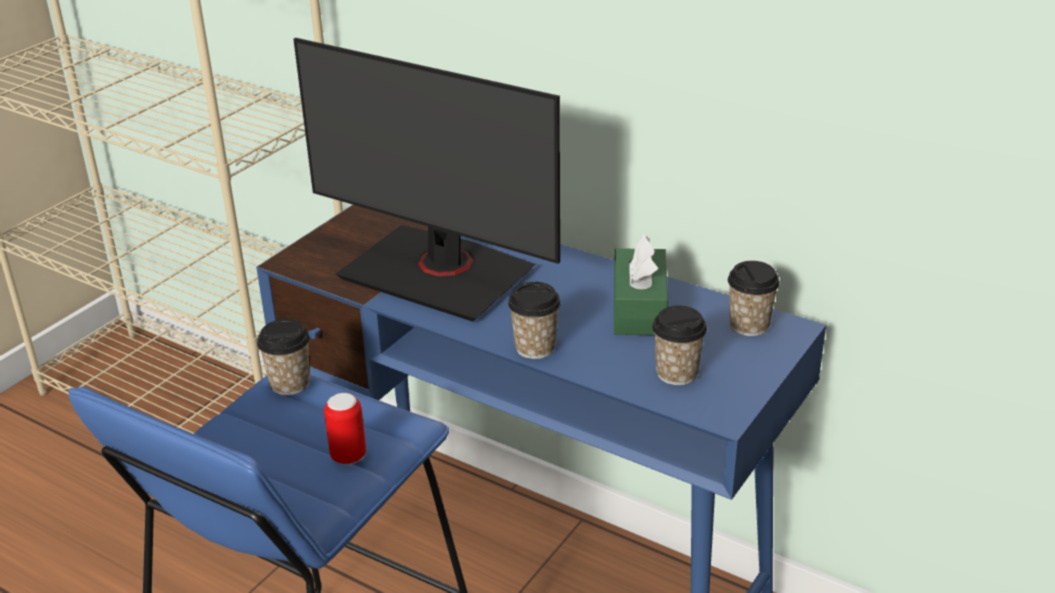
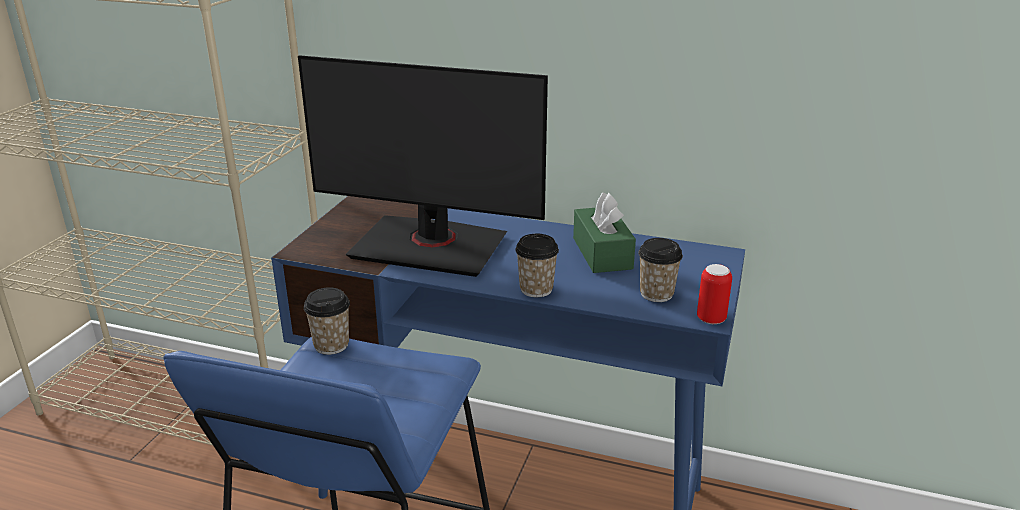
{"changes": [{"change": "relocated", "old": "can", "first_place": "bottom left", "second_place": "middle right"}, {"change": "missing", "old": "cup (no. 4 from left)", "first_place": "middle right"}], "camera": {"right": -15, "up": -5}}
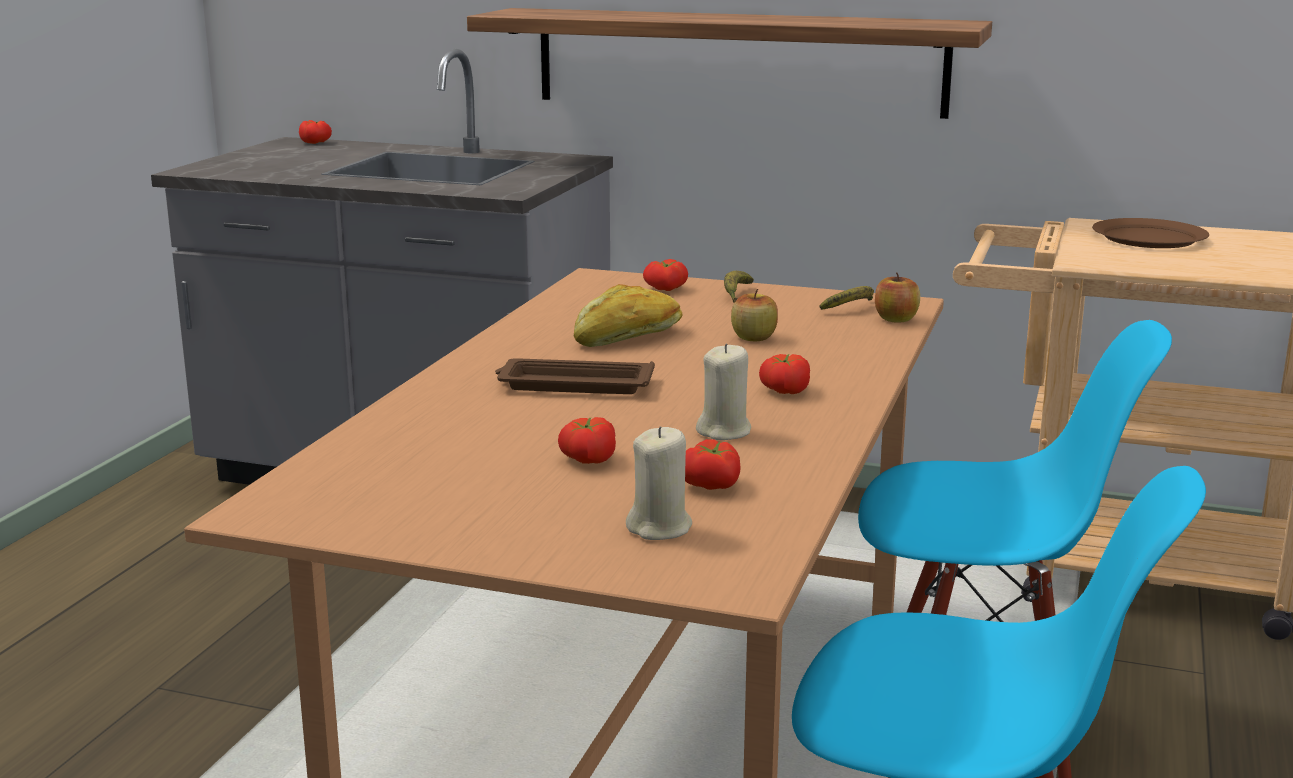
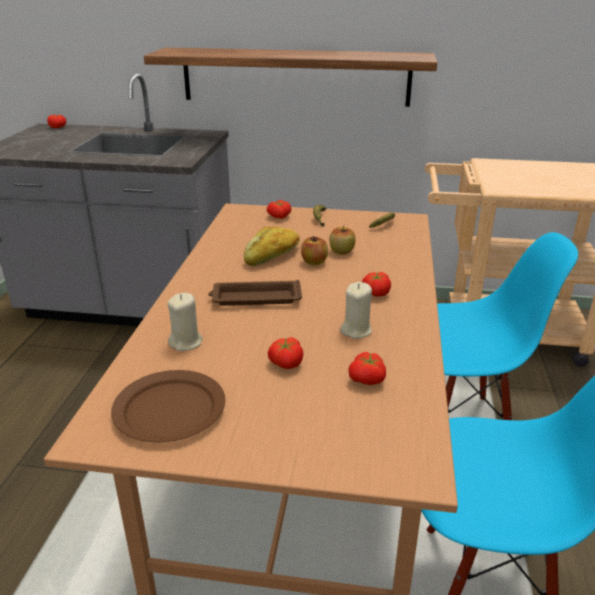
{"changes": [{"change": "relocated", "old": "candle (beige) (no. 1 from left)", "first_place": "centre", "second_place": "middle left"}, {"change": "relocated", "old": "apple (no. 2 from left in the first image)", "new": "apple (no. 1 from left)", "first_place": "middle right", "second_place": "centre"}, {"change": "relocated", "old": "plate (brown)", "first_place": "top right", "second_place": "bottom left"}], "camera": {"right": -10, "up": 10}}
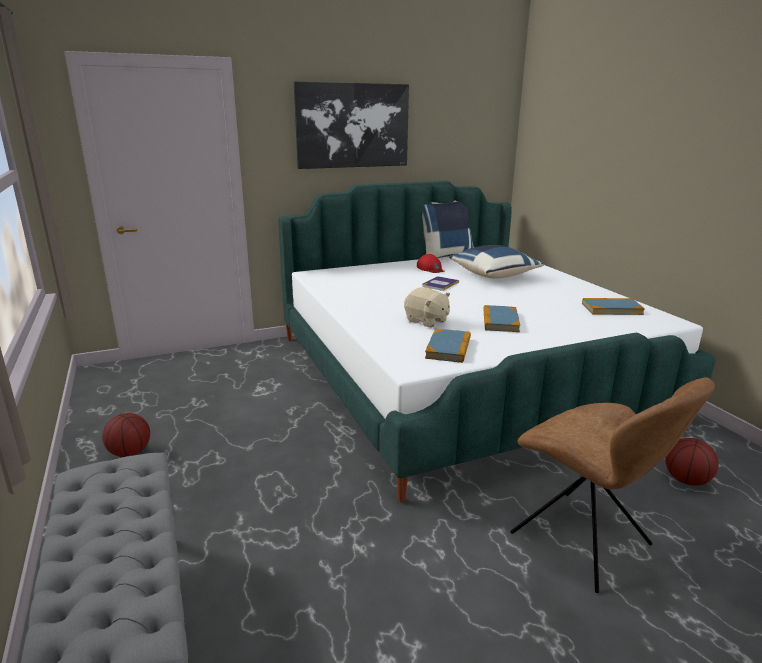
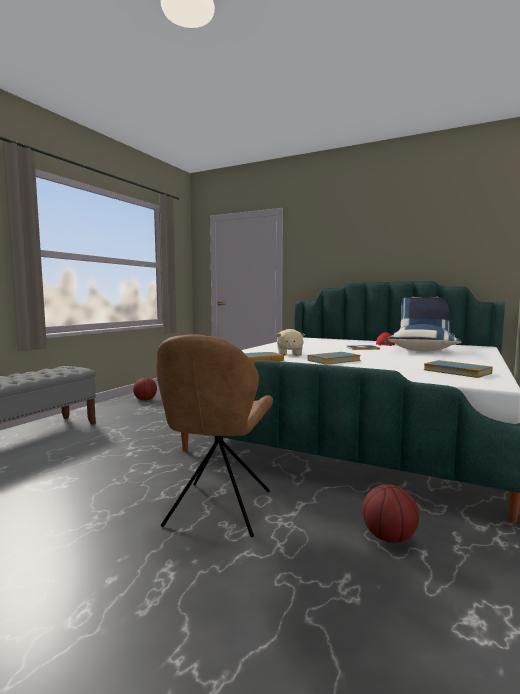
{"changes": [{"change": "missing", "old": "picture", "first_place": "top centre"}], "camera": {"right": 50, "up": -15}}
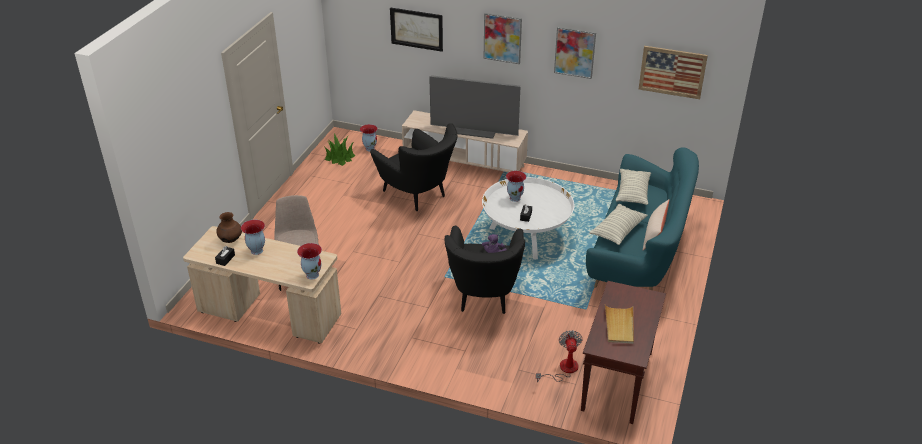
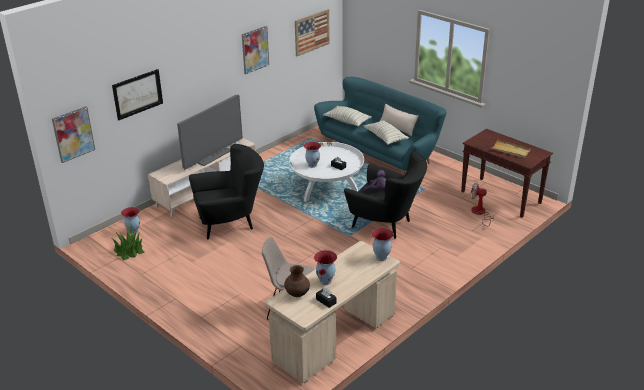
{"changes": [{"change": "relocated", "old": "picture (no. 2 from left in the first image)", "new": "picture (no. 1 from left)", "first_place": "top centre", "second_place": "middle left"}], "camera": {"right": -65, "up": -5}}
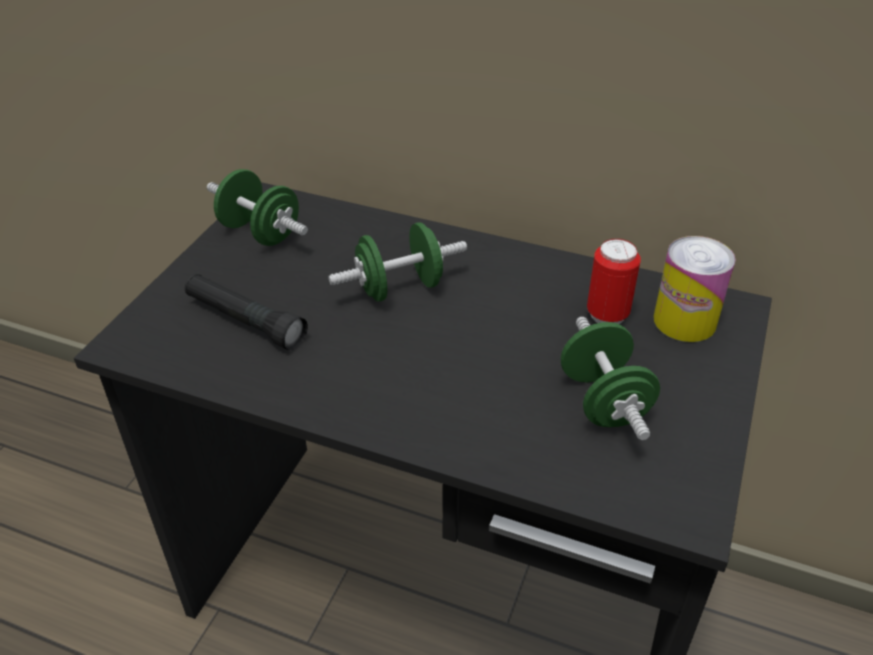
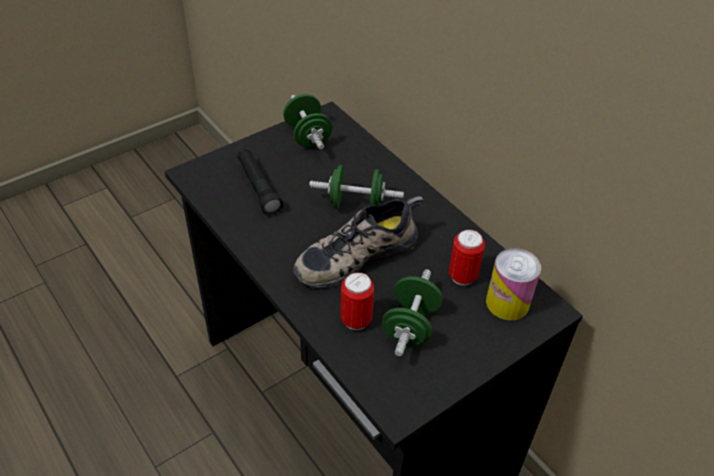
{"changes": [{"change": "appeared", "new": "shoe", "second_place": "centre"}, {"change": "appeared", "new": "can (no. 1 from left)", "second_place": "centre"}], "camera": {"right": 30, "up": 5}}
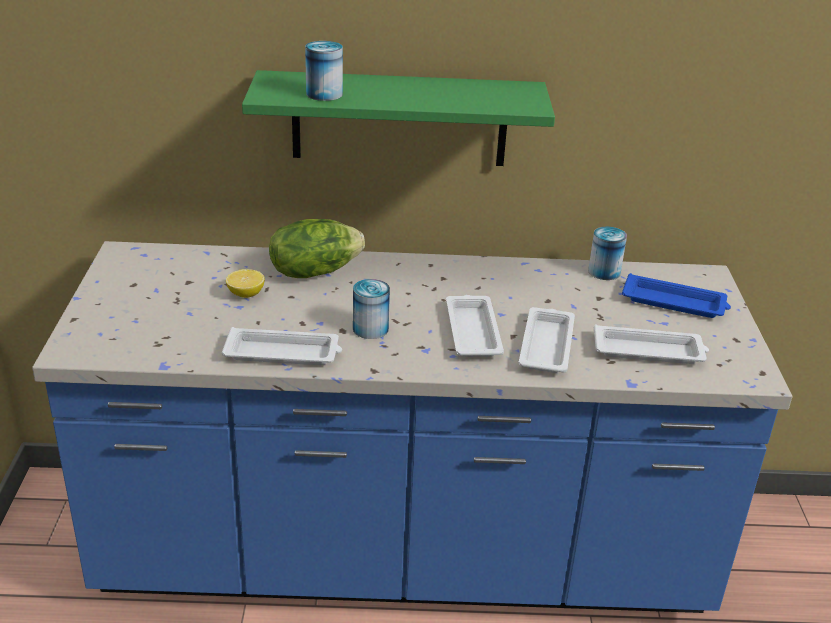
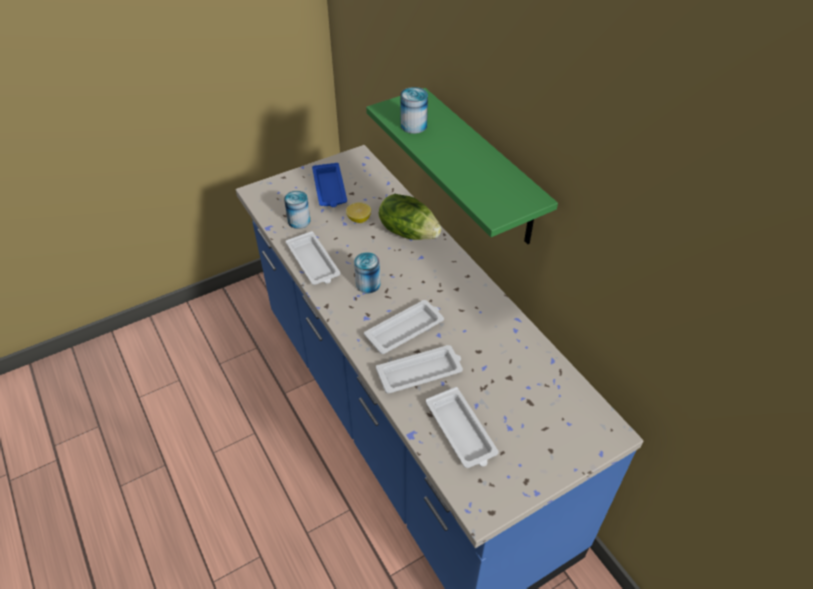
{"changes": [{"change": "relocated", "old": "can (no. 3 from left in the first image)", "new": "can (no. 1 from left)", "first_place": "middle right", "second_place": "centre"}, {"change": "relocated", "old": "tray (blue)", "first_place": "middle right", "second_place": "top centre"}], "camera": {"right": 60, "up": 15}}
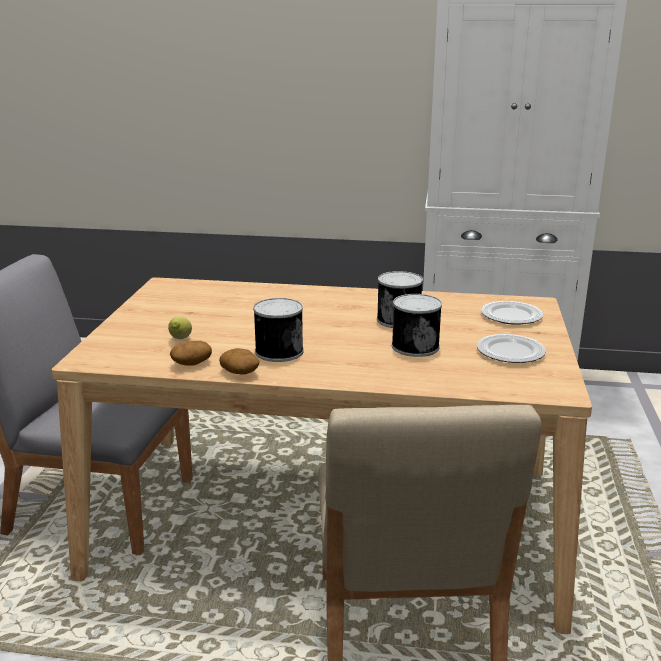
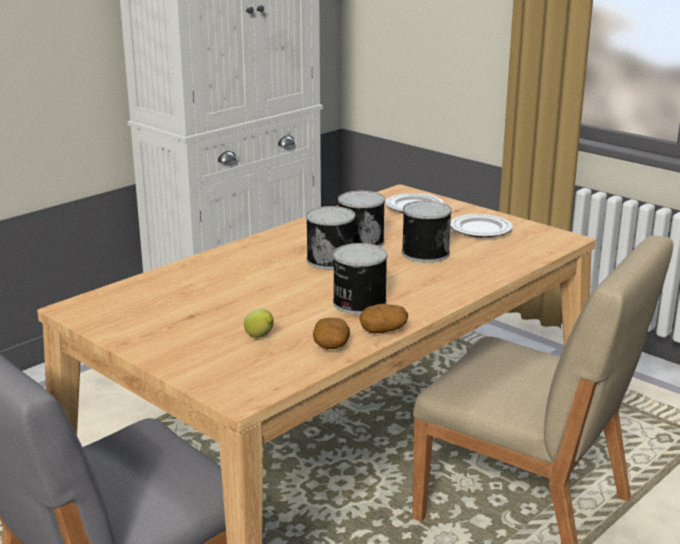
{"changes": [{"change": "appeared", "new": "can (no. 1 from left)", "second_place": "centre"}], "camera": {"right": -55, "up": 0}}
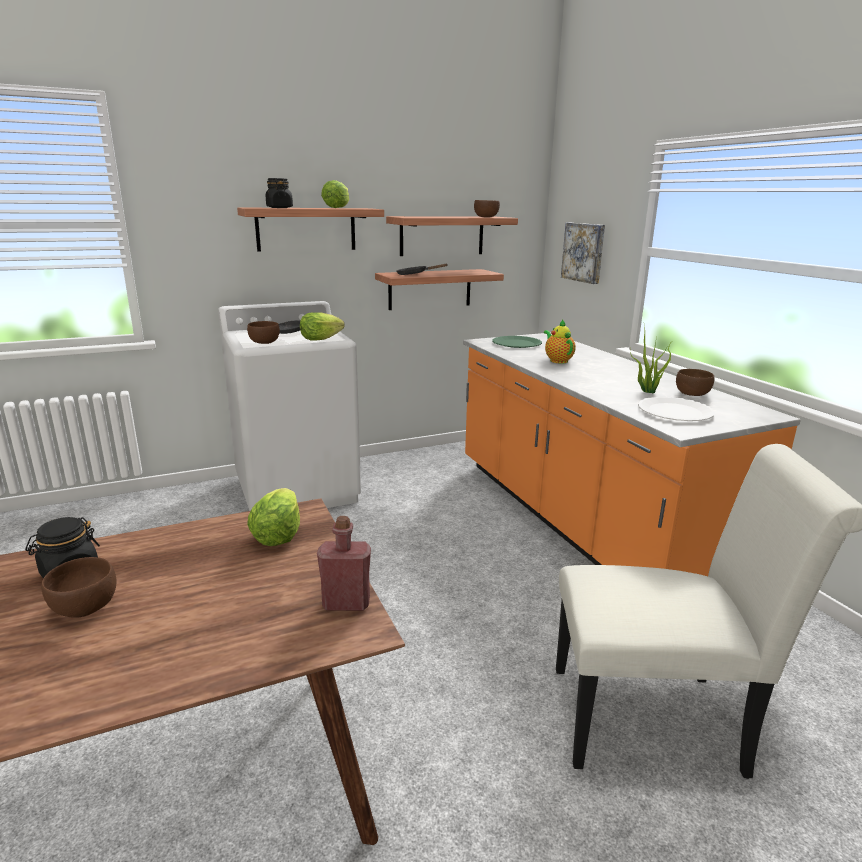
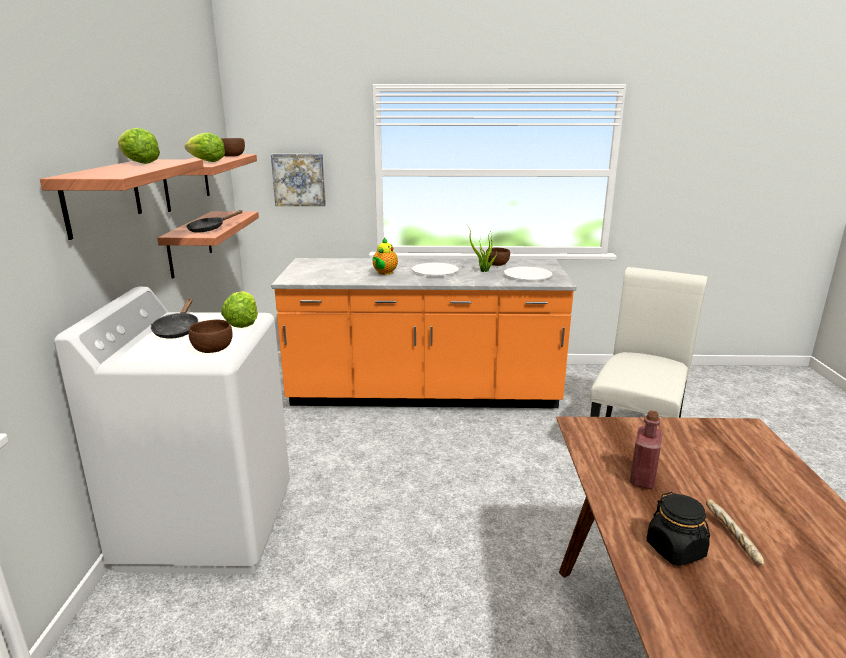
{"changes": [{"change": "exchanged", "old": "bowl (brown) (no. 1 from left)", "new": "bread", "first_place": "bottom left", "second_place": "bottom right"}, {"change": "relocated", "old": "lettuce (no. 1 from left in the first image)", "new": "lettuce (no. 2 from left)", "first_place": "middle left", "second_place": "top left"}, {"change": "missing", "old": "jar (black) (no. 2 from left)", "first_place": "top left"}, {"change": "relocated", "old": "bottle (red)", "first_place": "centre", "second_place": "bottom right"}, {"change": "missing", "old": "plate (green)", "first_place": "centre"}, {"change": "spun", "old": "teapot", "first_place": "centre", "second_place": "centre", "degrees": -75}, {"change": "appeared", "new": "plate (white) (no. 1 from left)", "second_place": "centre"}], "camera": {"right": -65, "up": 0}}
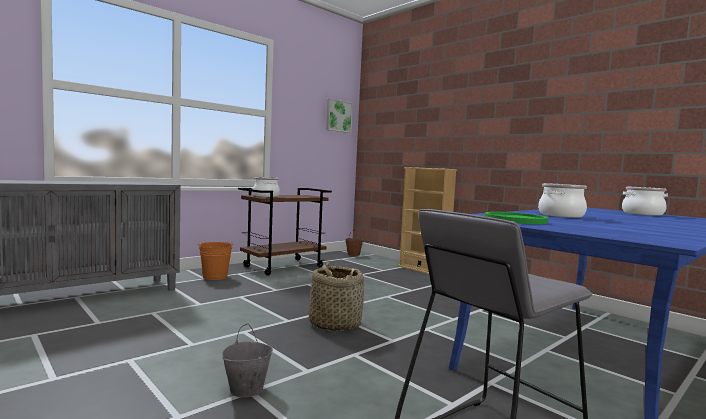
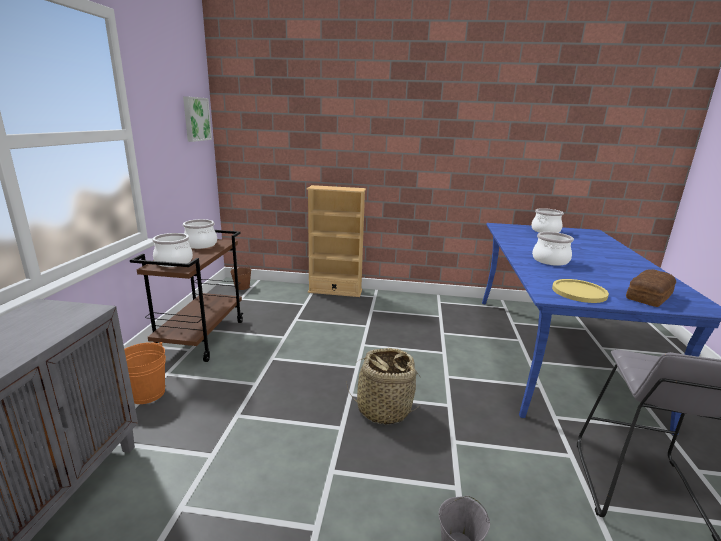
{"changes": [{"change": "colour", "old": "plate (green)", "new": "plate (yellow)", "first_place": "middle right", "second_place": "middle right"}, {"change": "appeared", "new": "cooking pot (no. 2 from left)", "second_place": "middle left"}, {"change": "appeared", "new": "bread", "second_place": "middle right"}], "camera": {"right": -40, "up": 15}}
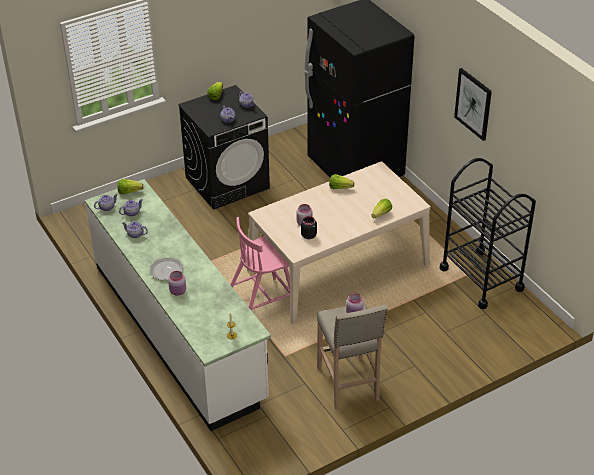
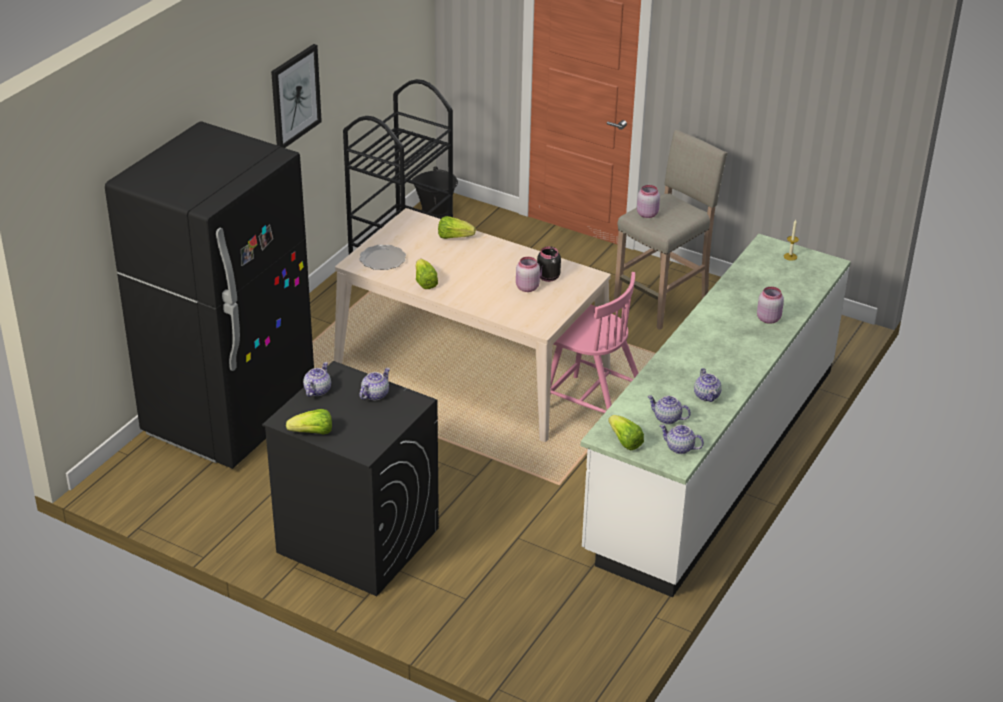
{"changes": [{"change": "relocated", "old": "plate", "first_place": "middle left", "second_place": "centre"}, {"change": "appeared", "new": "bucket (black)", "second_place": "top centre"}], "camera": {"right": -120, "up": -5}}
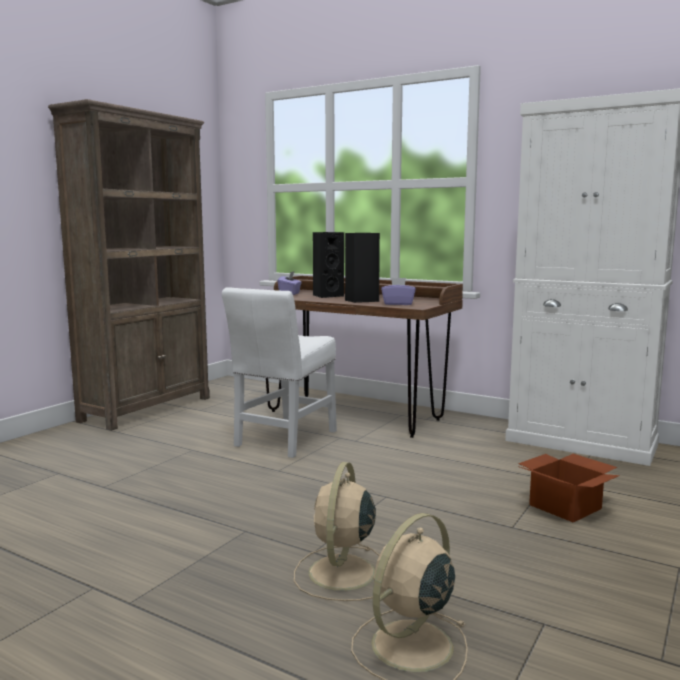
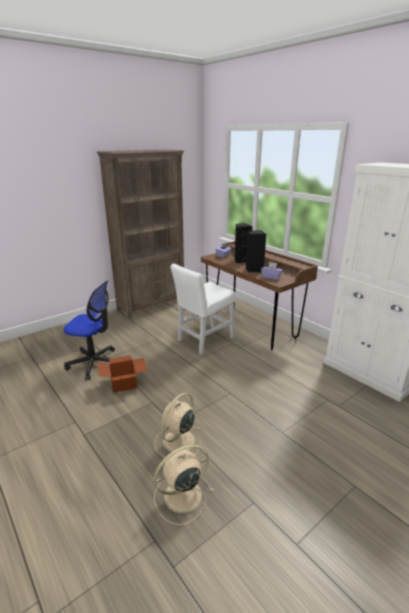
{"changes": [{"change": "relocated", "old": "cardboard box", "first_place": "bottom right", "second_place": "middle left"}, {"change": "appeared", "new": "office chair", "second_place": "middle left"}], "camera": {"right": 20, "up": 15}}
